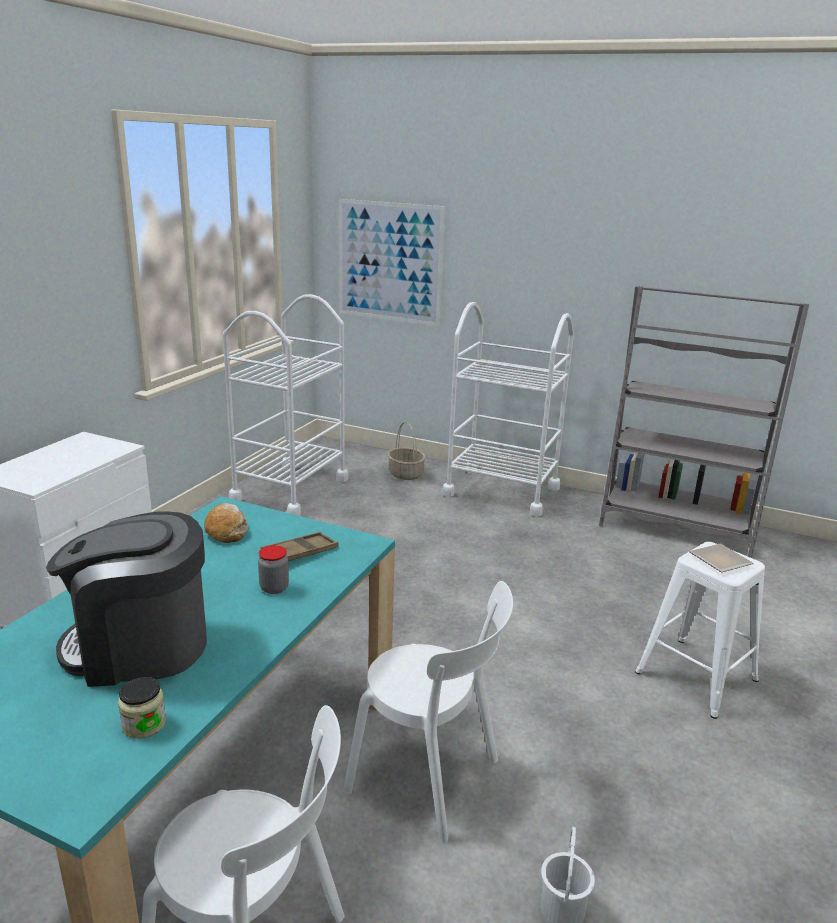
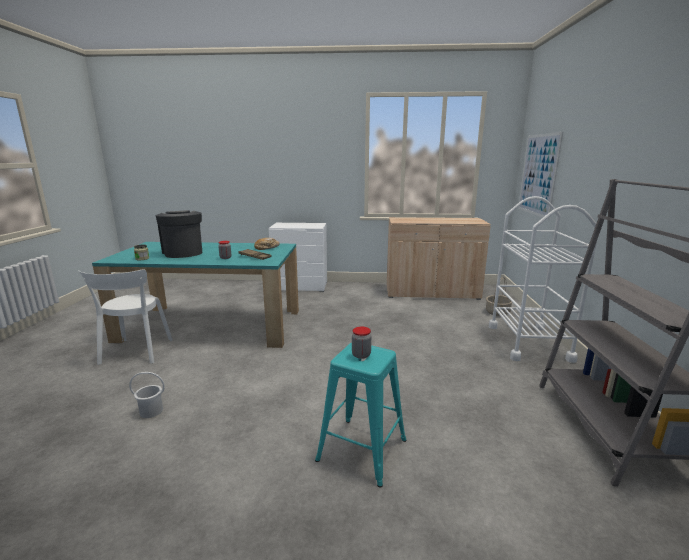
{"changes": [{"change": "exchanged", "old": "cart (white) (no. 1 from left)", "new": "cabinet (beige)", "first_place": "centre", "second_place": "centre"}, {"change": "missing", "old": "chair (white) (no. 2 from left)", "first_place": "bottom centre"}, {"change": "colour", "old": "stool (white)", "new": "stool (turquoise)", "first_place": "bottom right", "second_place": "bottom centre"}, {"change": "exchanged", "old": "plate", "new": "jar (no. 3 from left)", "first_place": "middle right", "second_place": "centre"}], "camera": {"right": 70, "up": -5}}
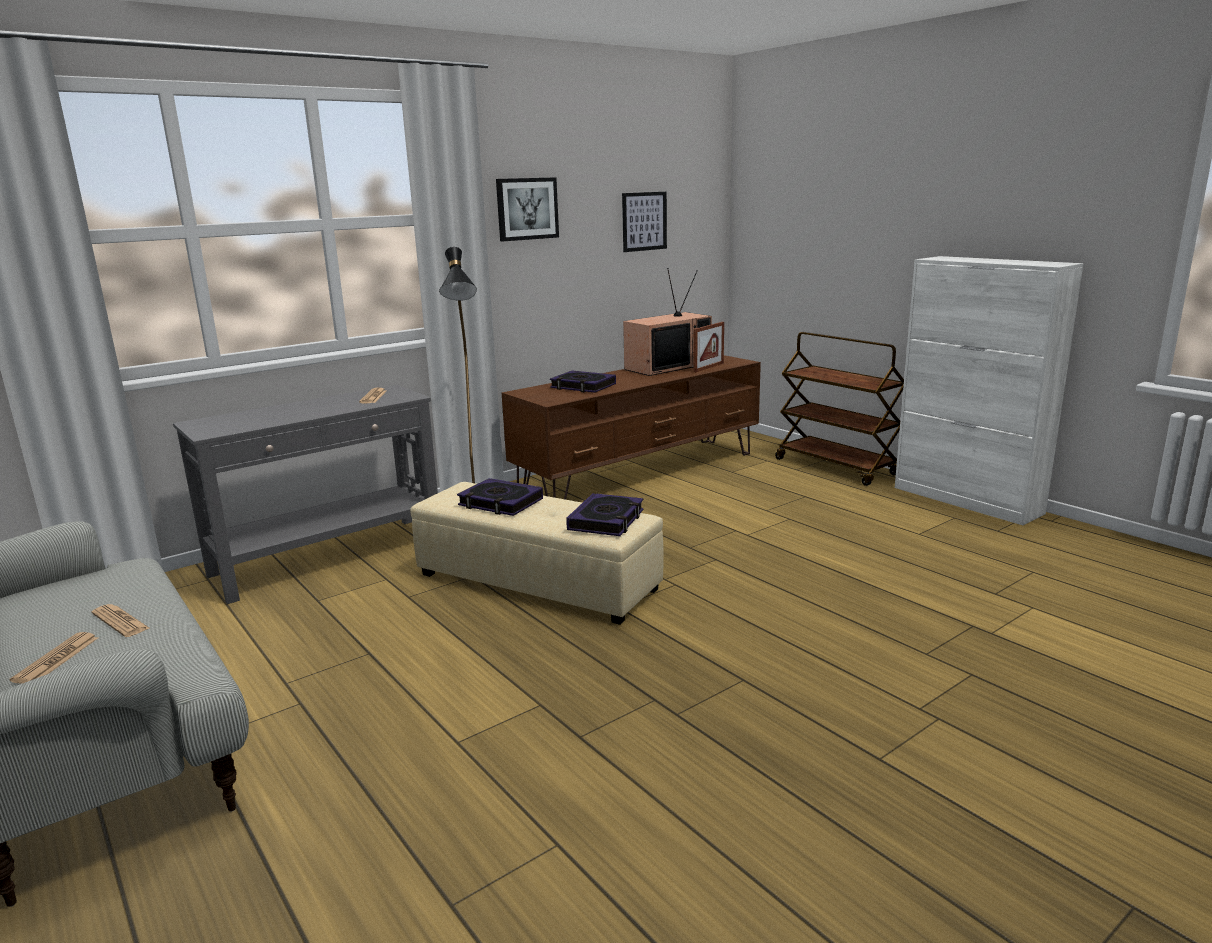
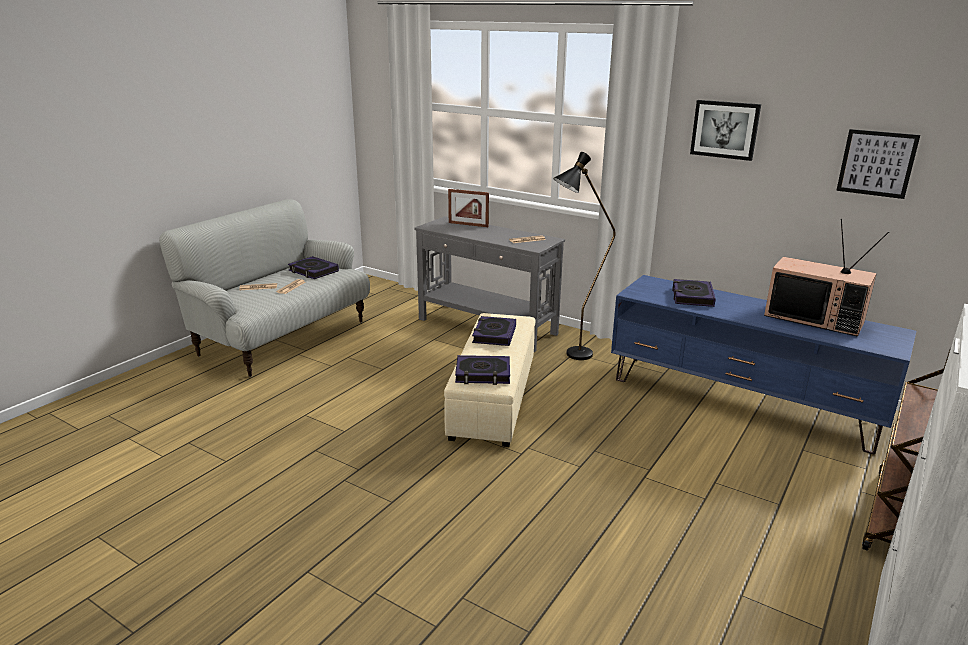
{"changes": [{"change": "colour", "old": "tv stand (brown)", "new": "tv stand (blue)", "first_place": "centre", "second_place": "middle right"}, {"change": "relocated", "old": "picture frame", "first_place": "centre", "second_place": "top centre"}, {"change": "appeared", "new": "book (no. 1 from left)", "second_place": "middle left"}], "camera": {"right": 70, "up": 5}}
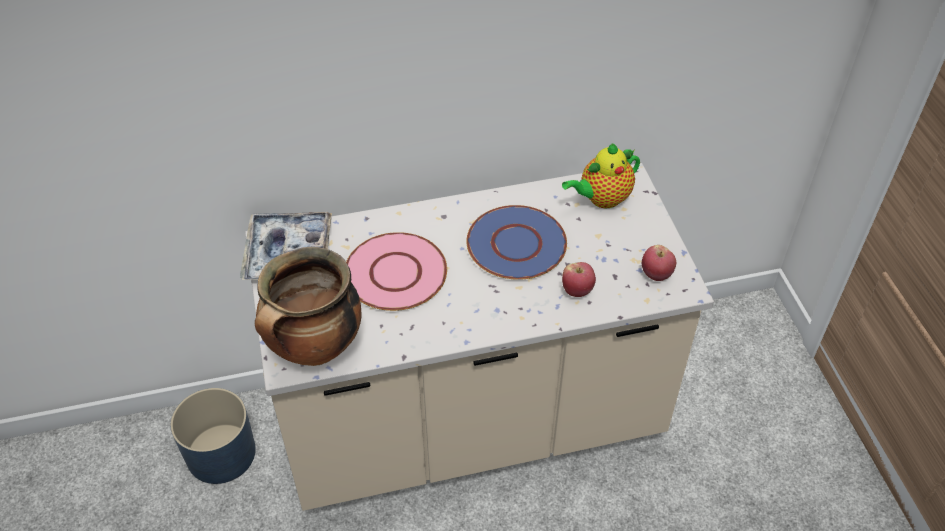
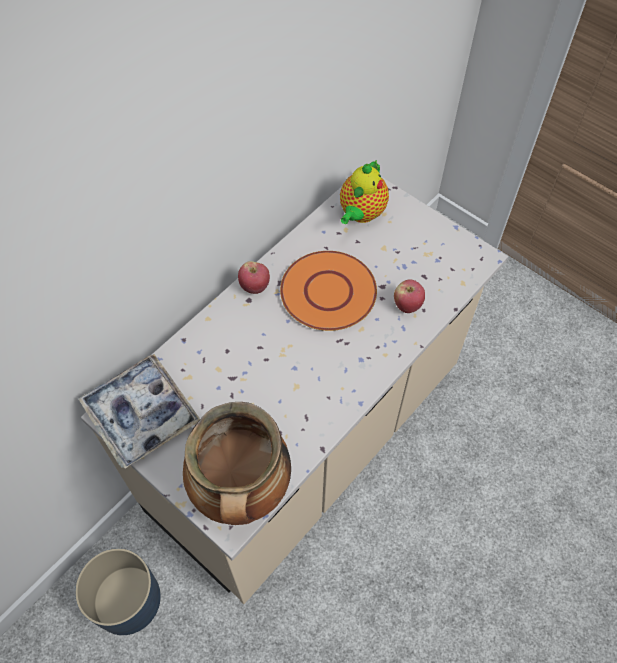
{"changes": [{"change": "missing", "old": "plate (pink)", "first_place": "centre"}, {"change": "colour", "old": "plate (blue)", "new": "plate (orange)", "first_place": "centre", "second_place": "centre"}, {"change": "relocated", "old": "apple (no. 2 from left in the first image)", "new": "apple (no. 1 from left)", "first_place": "middle right", "second_place": "centre"}], "camera": {"right": -35, "up": 10}}
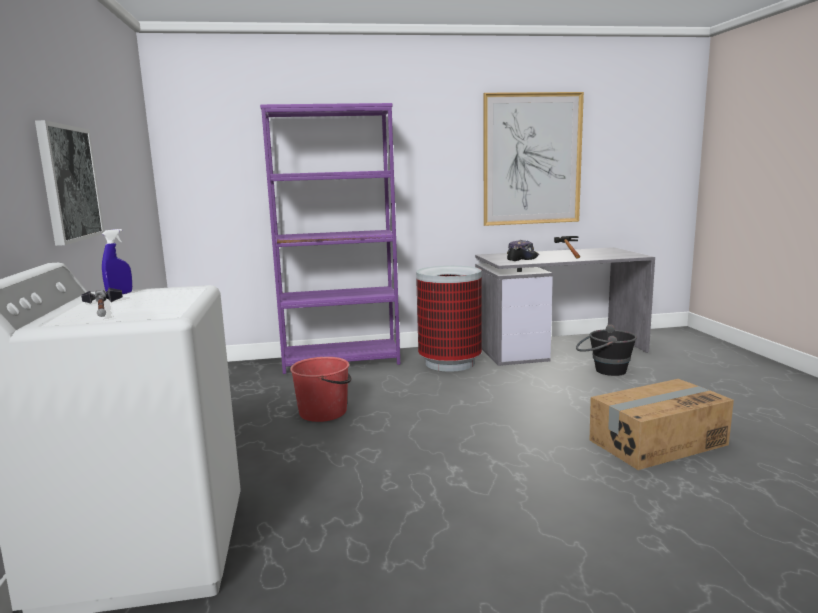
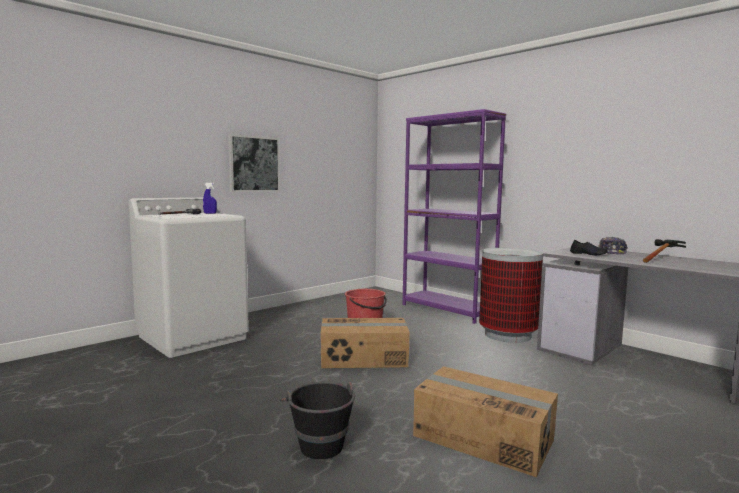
{"changes": [{"change": "missing", "old": "picture (no. 2 from left)", "first_place": "top centre"}, {"change": "relocated", "old": "bucket (black)", "first_place": "middle right", "second_place": "bottom centre"}, {"change": "appeared", "new": "cardboard box (no. 1 from left)", "second_place": "bottom centre"}], "camera": {"right": 55, "up": -5}}
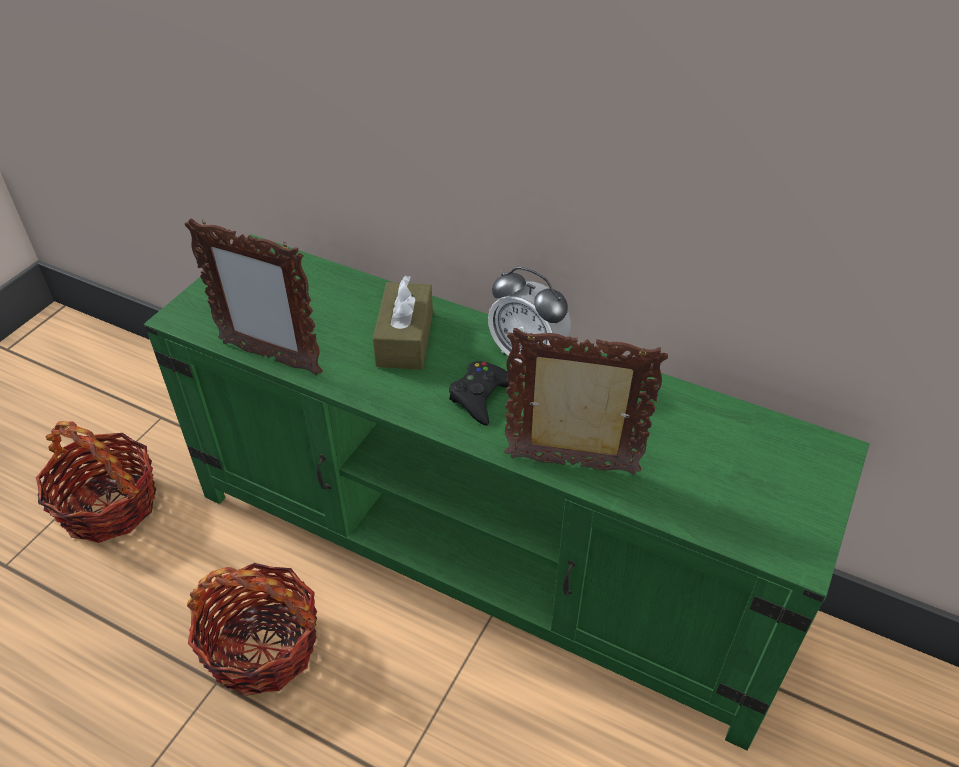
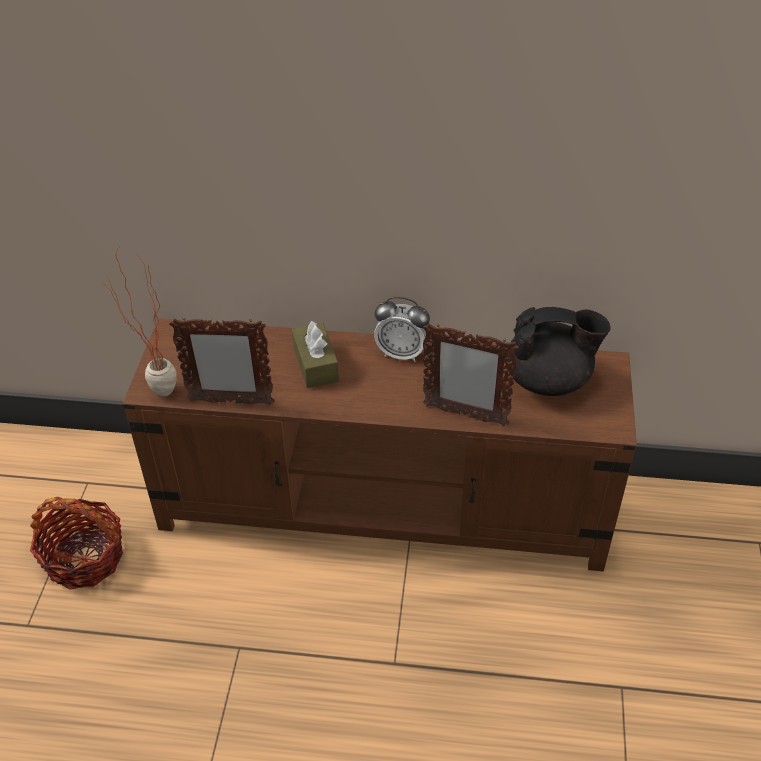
{"changes": [{"change": "colour", "old": "tv stand (green)", "new": "tv stand (brown)", "first_place": "centre", "second_place": "centre"}, {"change": "missing", "old": "basket (no. 2 from left)", "first_place": "bottom left"}, {"change": "missing", "old": "game controller (black)", "first_place": "centre"}, {"change": "spun", "old": "picture frame (no. 2 from left)", "first_place": "centre", "second_place": "centre", "degrees": -150}, {"change": "appeared", "new": "potted plant", "second_place": "middle left"}, {"change": "appeared", "new": "teapot (black)", "second_place": "middle right"}], "camera": {"right": -20, "up": 0}}
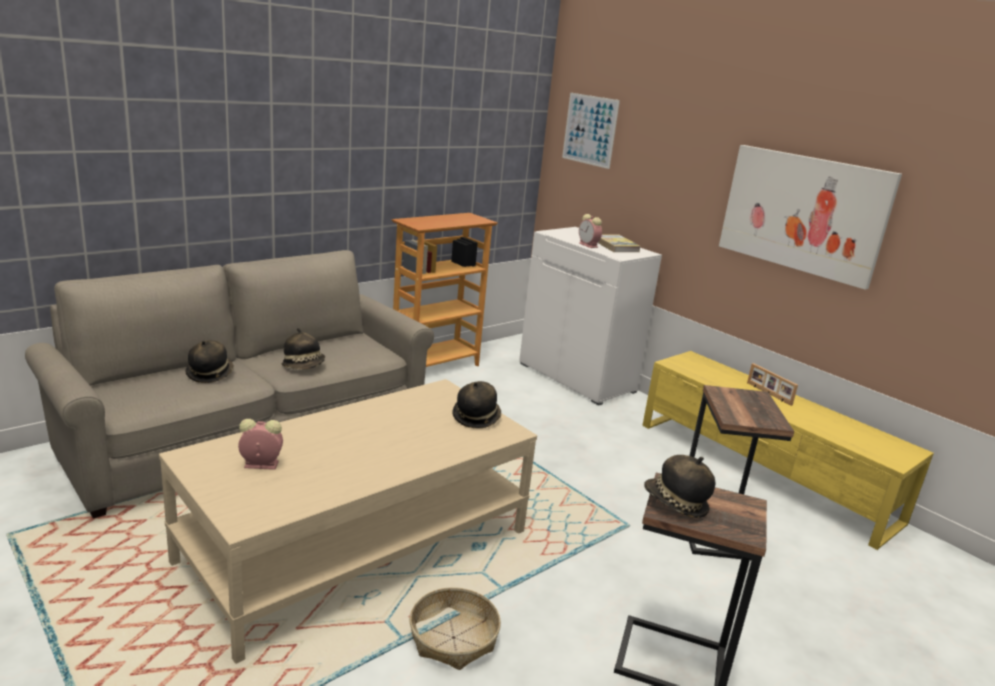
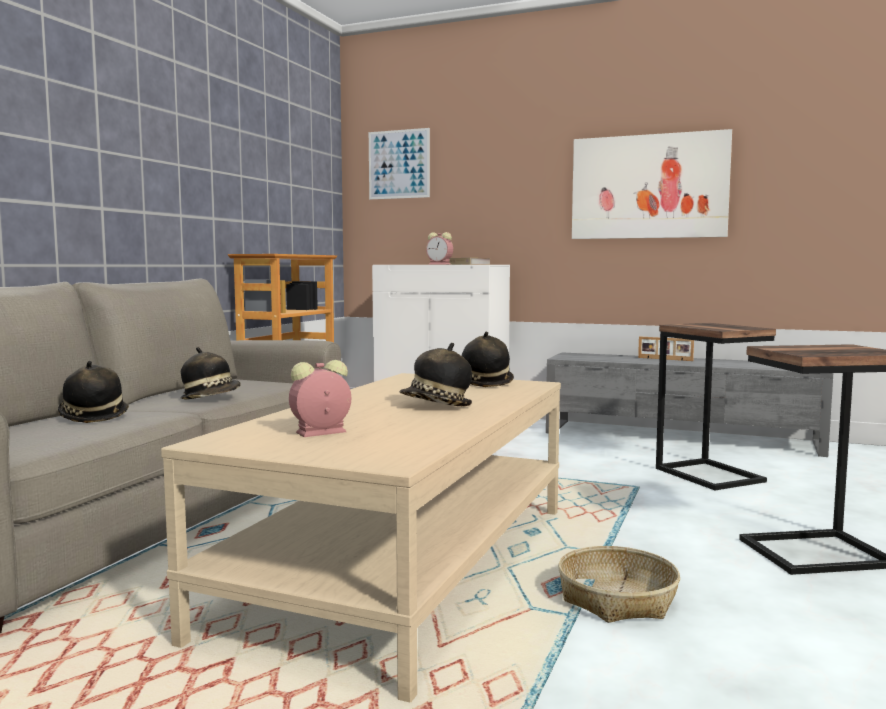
{"changes": [{"change": "colour", "old": "tv stand (yellow)", "new": "tv stand (grey)", "first_place": "middle right", "second_place": "middle right"}, {"change": "relocated", "old": "hat (no. 4 from left in the first image)", "new": "hat (no. 3 from left)", "first_place": "bottom right", "second_place": "centre"}], "camera": {"right": -25, "up": -15}}
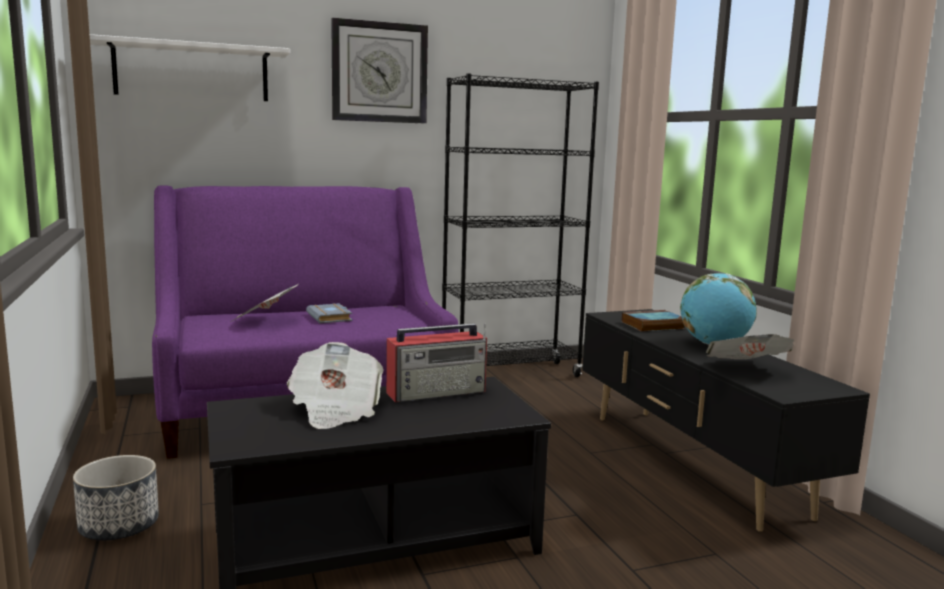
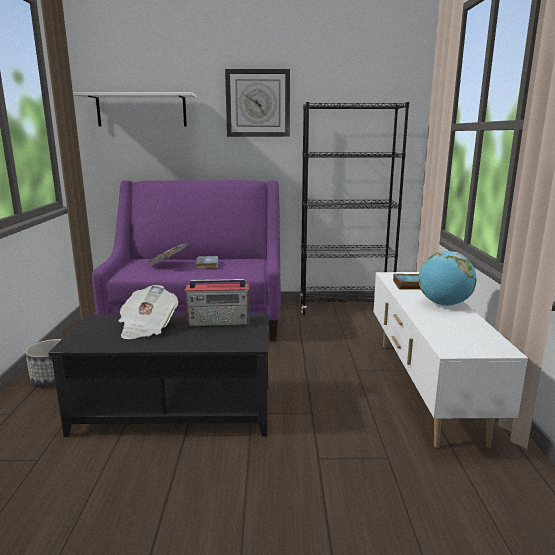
{"changes": [{"change": "colour", "old": "tv stand (black)", "new": "tv stand (white)", "first_place": "bottom right", "second_place": "middle right"}, {"change": "missing", "old": "newspaper (no. 3 from left)", "first_place": "middle right"}], "camera": {"right": 20, "up": 5}}
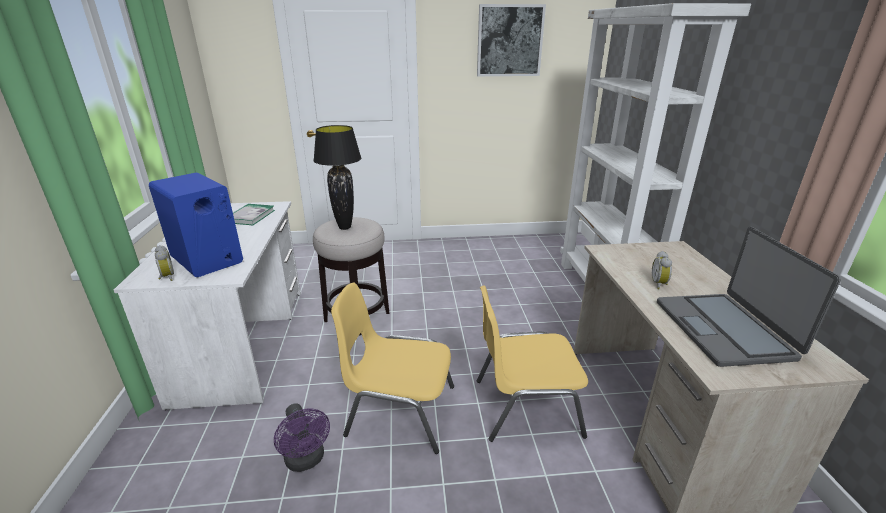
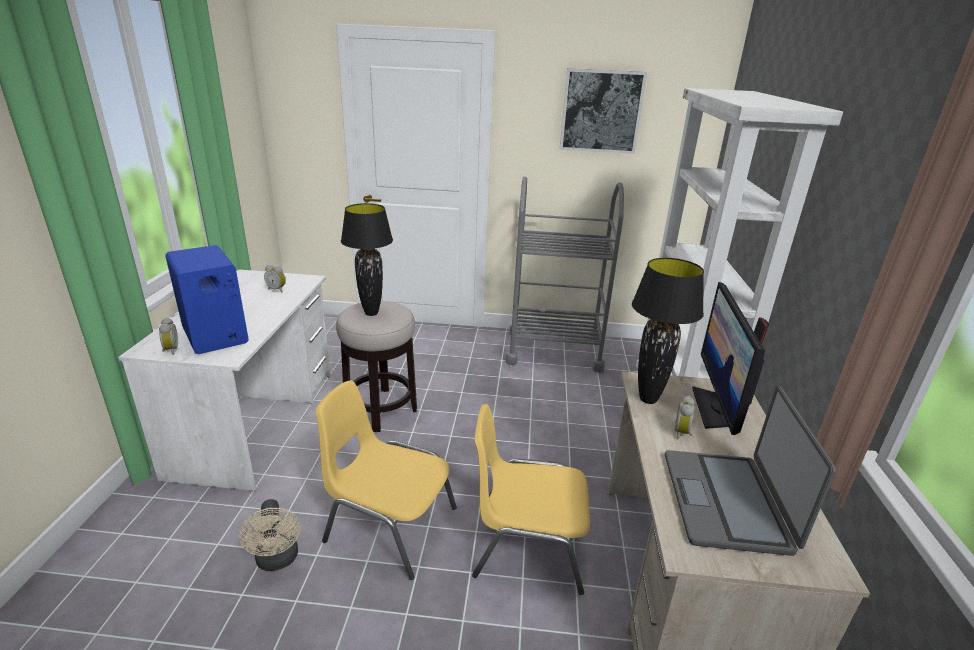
{"changes": [{"change": "exchanged", "old": "book", "new": "alarm clock (no. 2 from left)", "first_place": "middle left", "second_place": "middle left"}, {"change": "colour", "old": "fan (purple)", "new": "fan (beige)", "first_place": "bottom centre", "second_place": "bottom left"}, {"change": "appeared", "new": "cart (grey)", "second_place": "centre"}, {"change": "appeared", "new": "table lamp (black) (no. 2 from left)", "second_place": "middle right"}, {"change": "appeared", "new": "monitor", "second_place": "middle right"}], "camera": {"right": 10, "up": 0}}
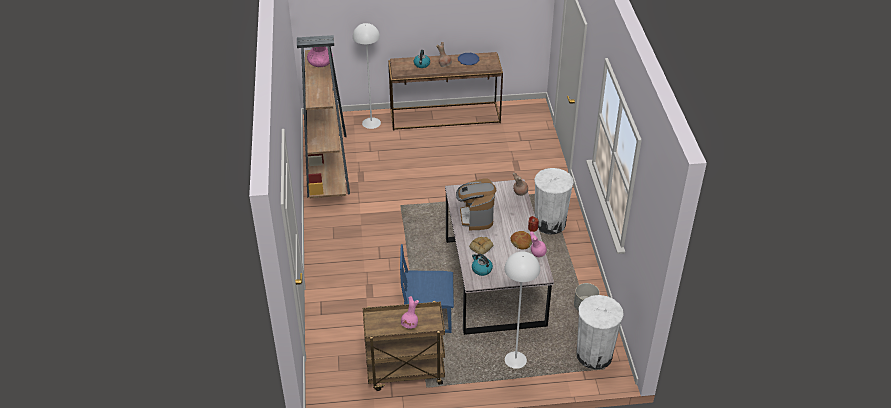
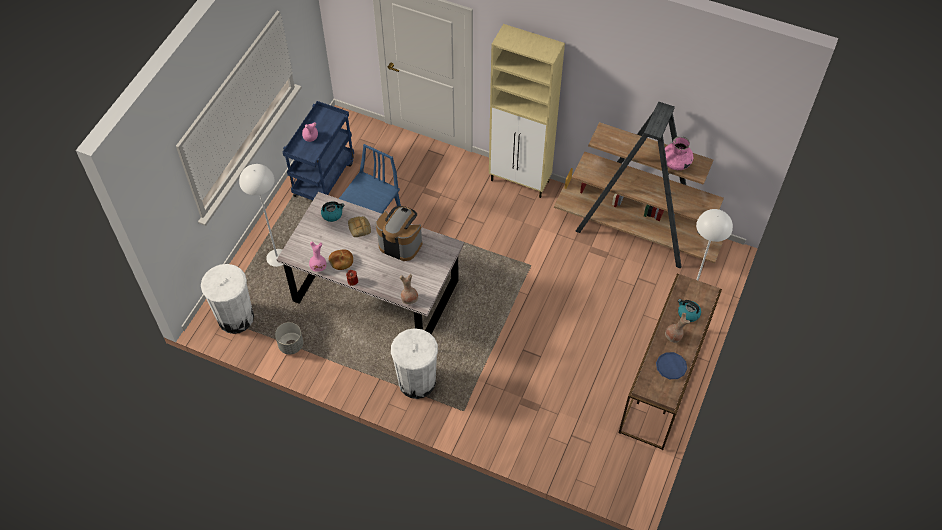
{"changes": [{"change": "colour", "old": "cart (brown)", "new": "cart (blue)", "first_place": "bottom centre", "second_place": "top centre"}, {"change": "appeared", "new": "cabinet (beige)", "second_place": "top centre"}], "camera": {"right": 120, "up": 15}}
